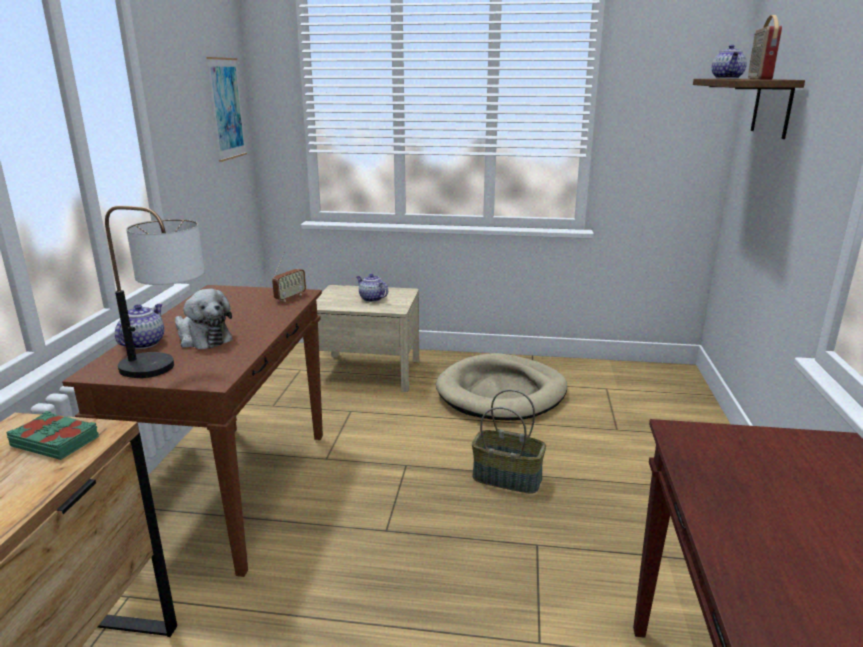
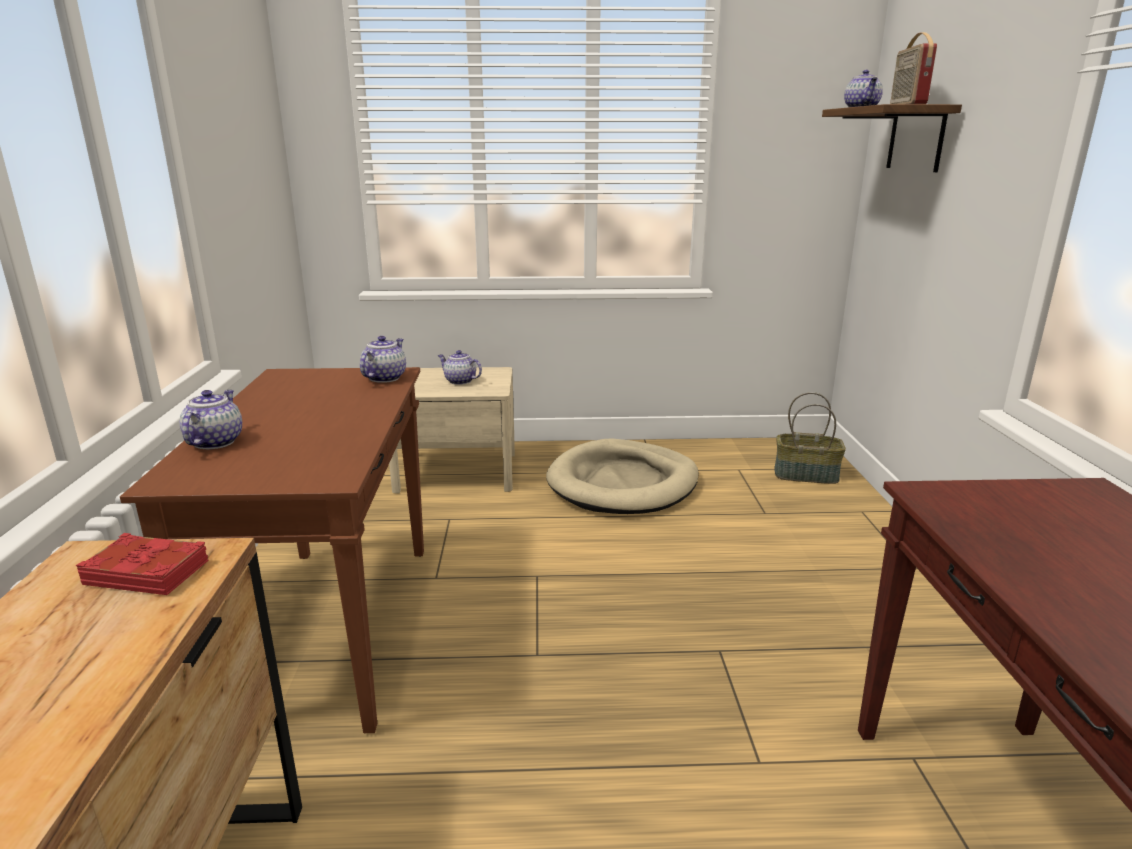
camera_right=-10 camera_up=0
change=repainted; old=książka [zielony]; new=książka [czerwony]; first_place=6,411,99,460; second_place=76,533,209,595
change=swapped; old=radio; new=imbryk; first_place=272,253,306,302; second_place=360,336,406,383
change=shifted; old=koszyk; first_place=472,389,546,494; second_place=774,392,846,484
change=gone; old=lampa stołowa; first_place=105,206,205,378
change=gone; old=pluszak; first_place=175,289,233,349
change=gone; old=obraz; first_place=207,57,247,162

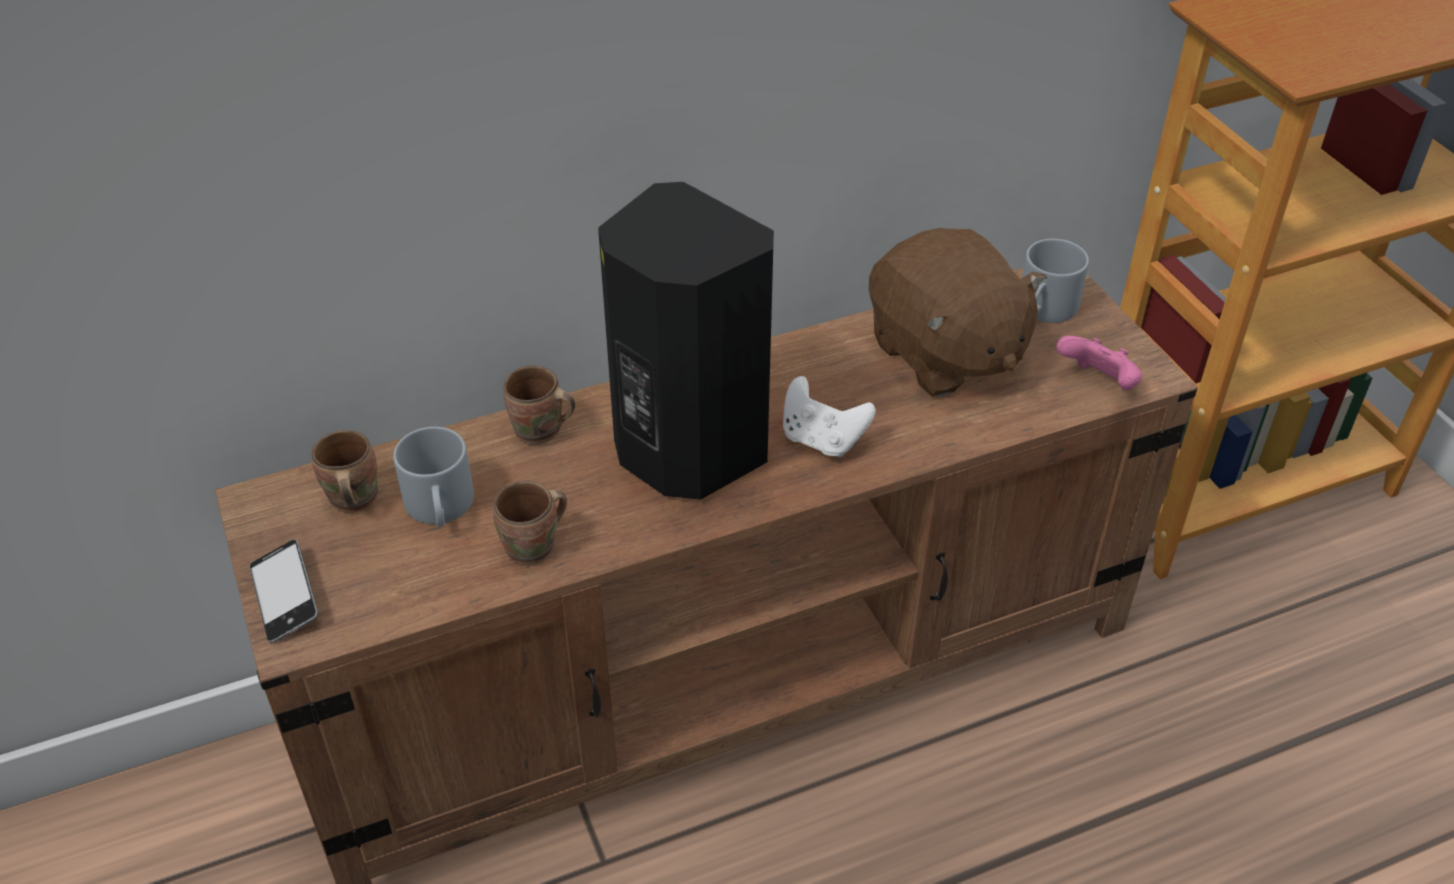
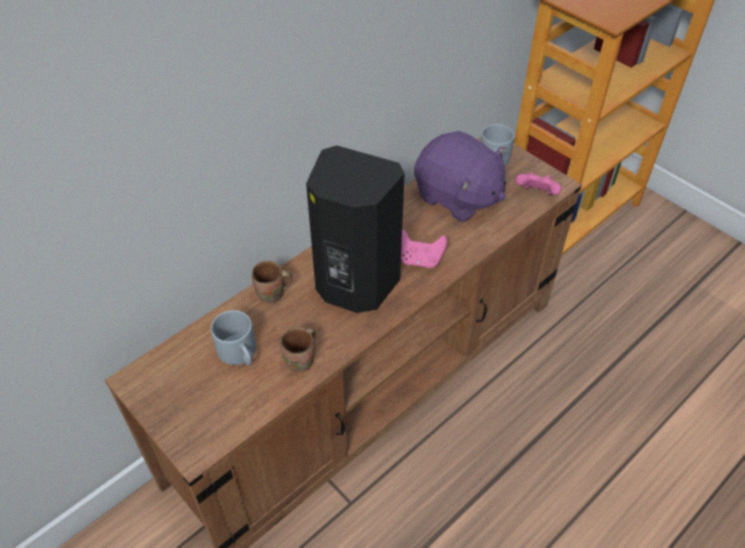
camera_right=-20 camera_up=5
change=repainted; old=pad do gier [biały]; new=pad do gier [różowy]; first_place=783,376,876,458; second_place=401,230,447,268
change=repainted; old=pluszak [brązowy]; new=pluszak [fioletowy]; first_place=869,228,1047,397; second_place=414,131,506,222
change=gone; old=telefon; first_place=250,539,318,643
change=gone; old=kubek [brązowy]; first_place=311,430,378,513

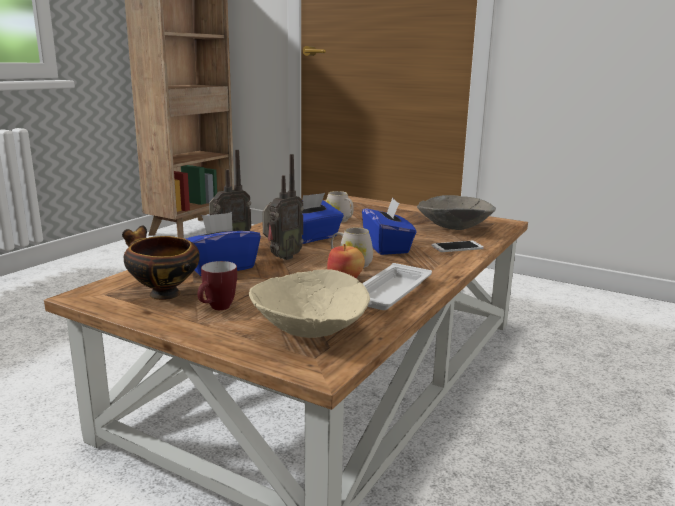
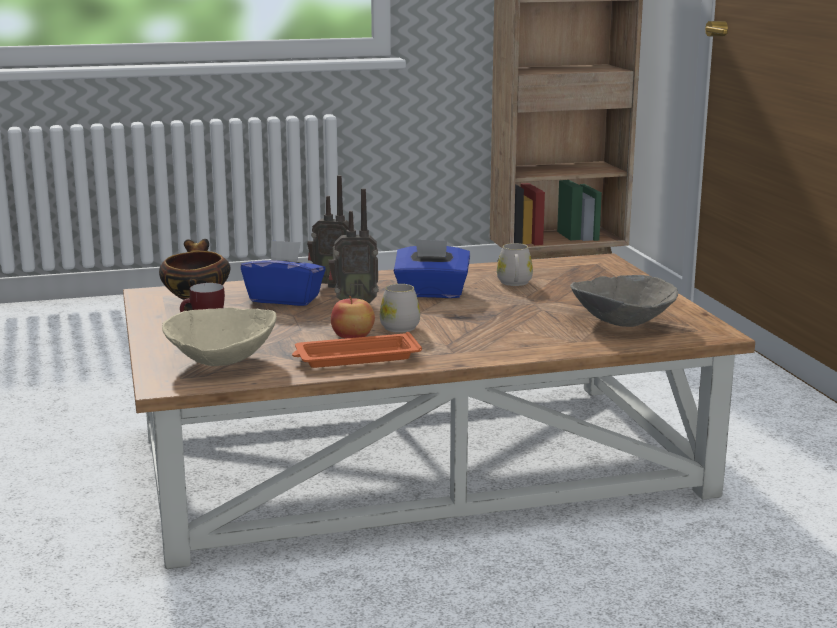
camera_right=45 camera_up=0
change=repainted; old=taca [biały]; new=taca [pomarańczowy]; first_place=362,263,432,310; second_place=292,332,422,368
change=gone; old=pudełko chusteczek [niebieski]; first_place=362,198,417,255
change=gone; old=telefon; first_place=431,241,484,252

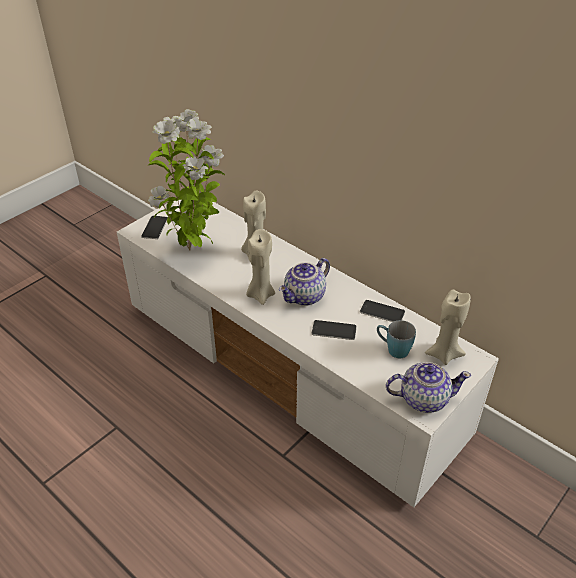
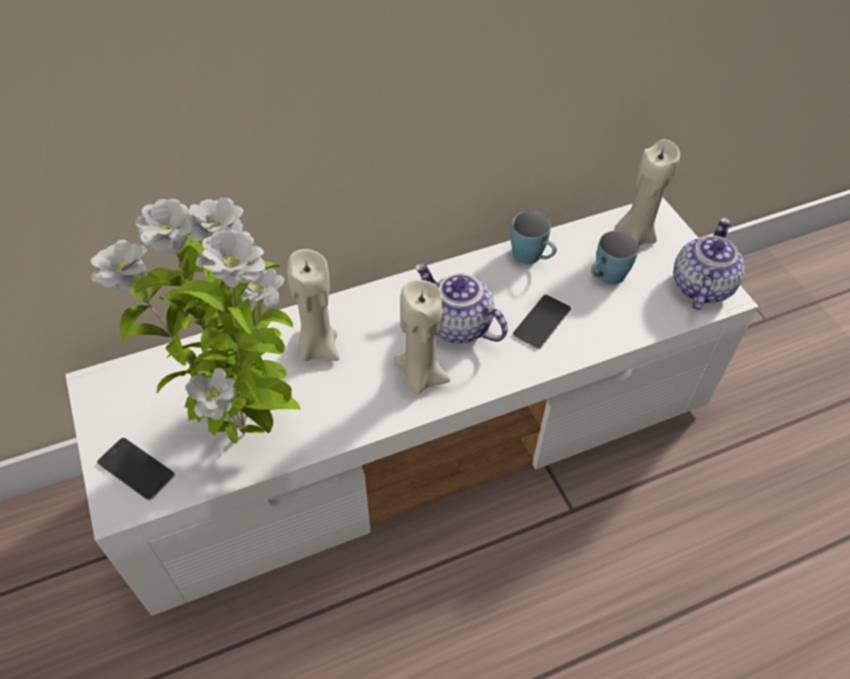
camera_right=-65 camera_up=10
change=rotated; old=imbryk; first_place=279,258,330,306; second_place=415,264,508,343; degrees=150
change=swapped; old=telefon; new=kubek [niebieski]; first_place=360,300,405,322; second_place=510,211,557,264

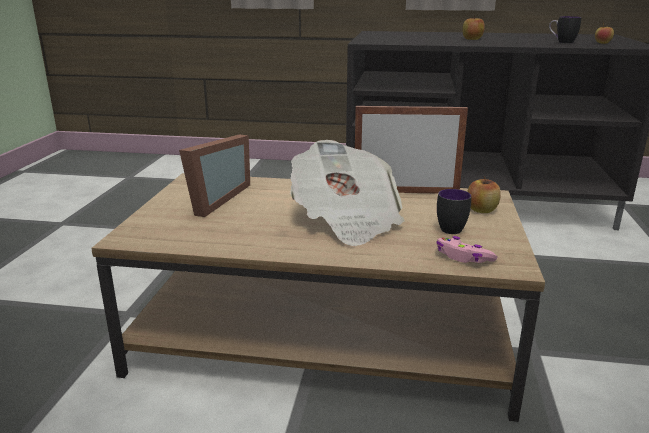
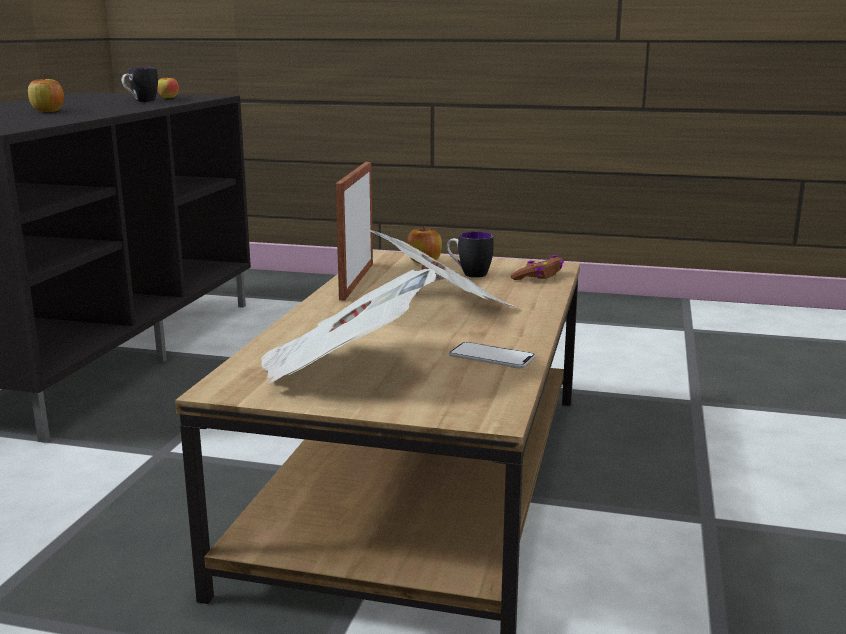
camera_right=-85 camera_up=-5
change=swapped; old=ramka na zdjęcie; new=gazeta; first_place=179,135,250,217; second_place=261,269,436,384
change=new; new=telefon; second_place=449,342,536,369
change=repainted; old=pad do gier [różowy]; new=pad do gier [brązowy]; first_place=436,236,497,263; second_place=511,255,564,280

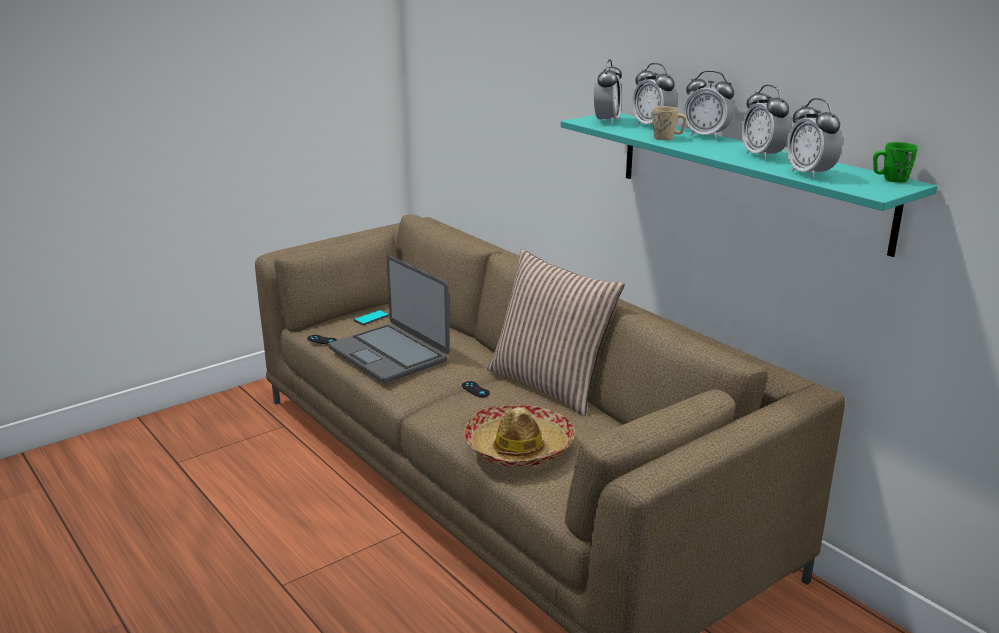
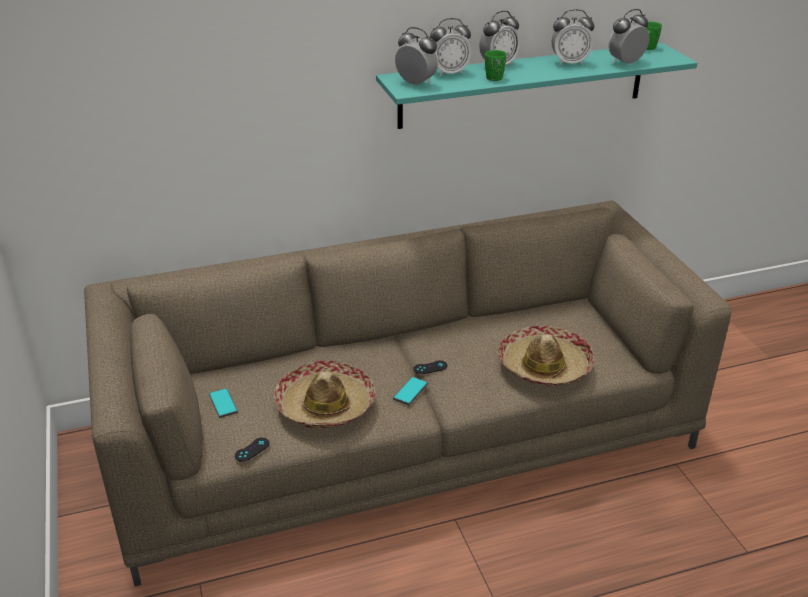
camera_right=-70 camera_up=10
change=swapped; old=laptop; new=kapelusz; first_place=328,255,450,383; second_place=274,360,376,428
change=new; new=telefon; second_place=393,377,428,405
change=repainted; old=kubek [beżowy]; new=kubek [zielony]; first_place=653,106,687,140; second_place=485,50,507,81
change=rotated; old=budzik; first_place=786,98,843,179; second_place=608,9,650,65; degrees=150
change=gone; old=poduszka; first_place=487,249,625,416

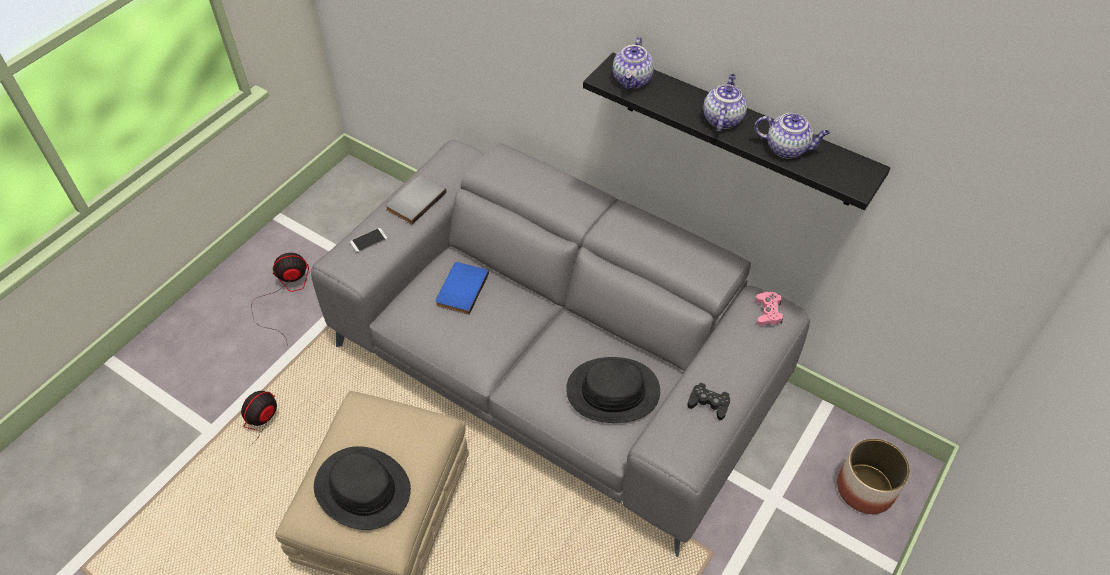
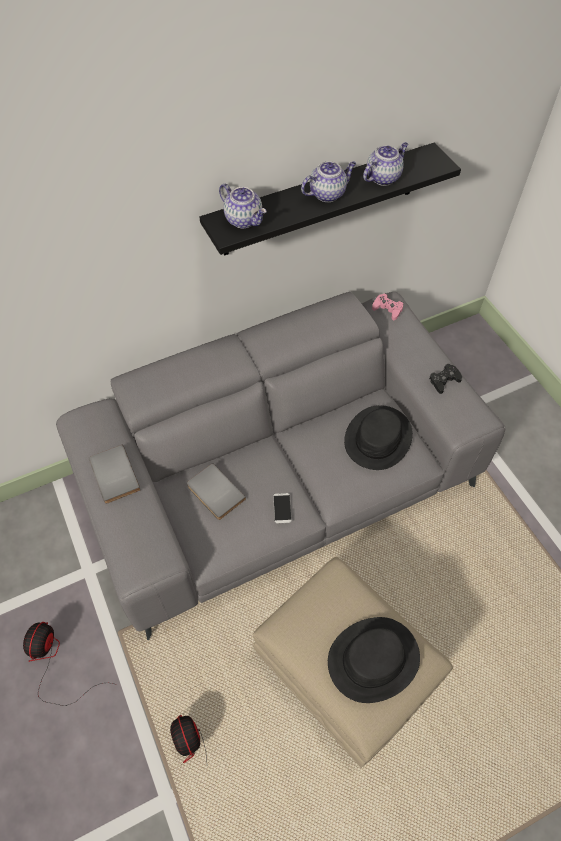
camera_right=-60 camera_up=5
change=repainted; old=książka [niebieski]; new=książka [szary]; first_place=435,262,489,315; second_place=187,463,246,520
change=shifted; old=telefon; first_place=350,228,387,252; second_place=273,493,292,523
change=rotated; old=imbryk; first_place=703,74,747,131; second_place=301,161,356,202; degrees=105
change=gone; old=donica; first_place=837,439,910,514

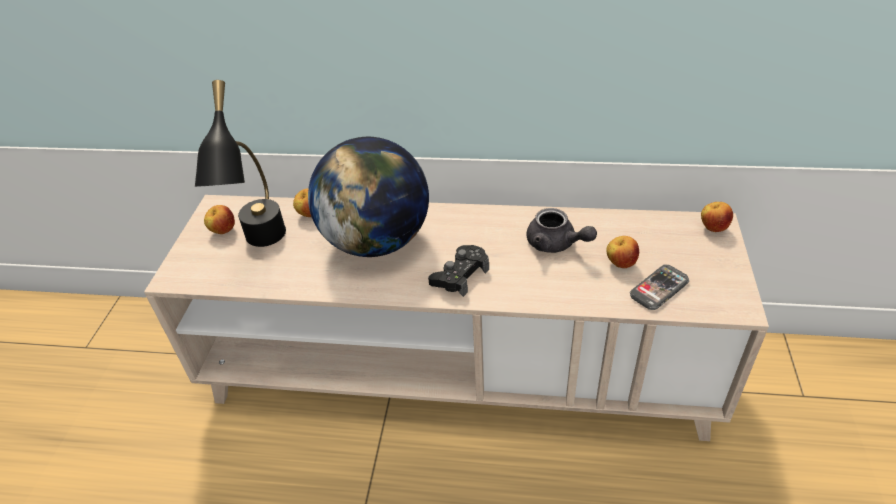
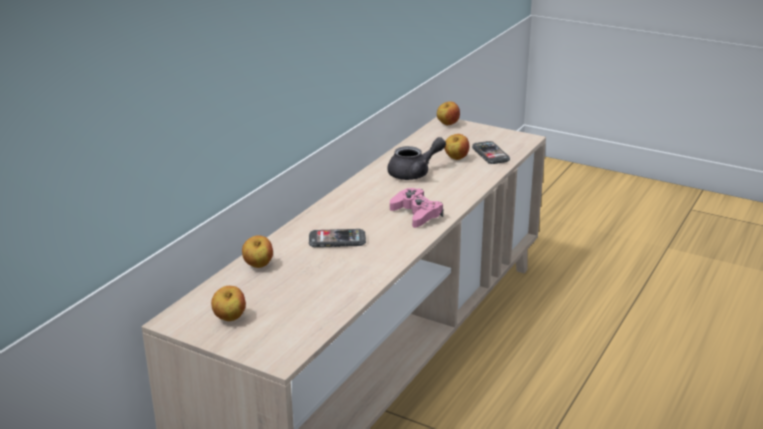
camera_right=-70 camera_up=-15
change=swapped; old=globus; new=telefon; first_place=308,137,429,257; second_place=309,229,366,247
change=repainted; old=pad do gier [czarny]; new=pad do gier [różowy]; first_place=428,245,489,297; second_place=390,188,443,228
change=gone; old=lampa stołowa [czarny]; first_place=195,80,286,247

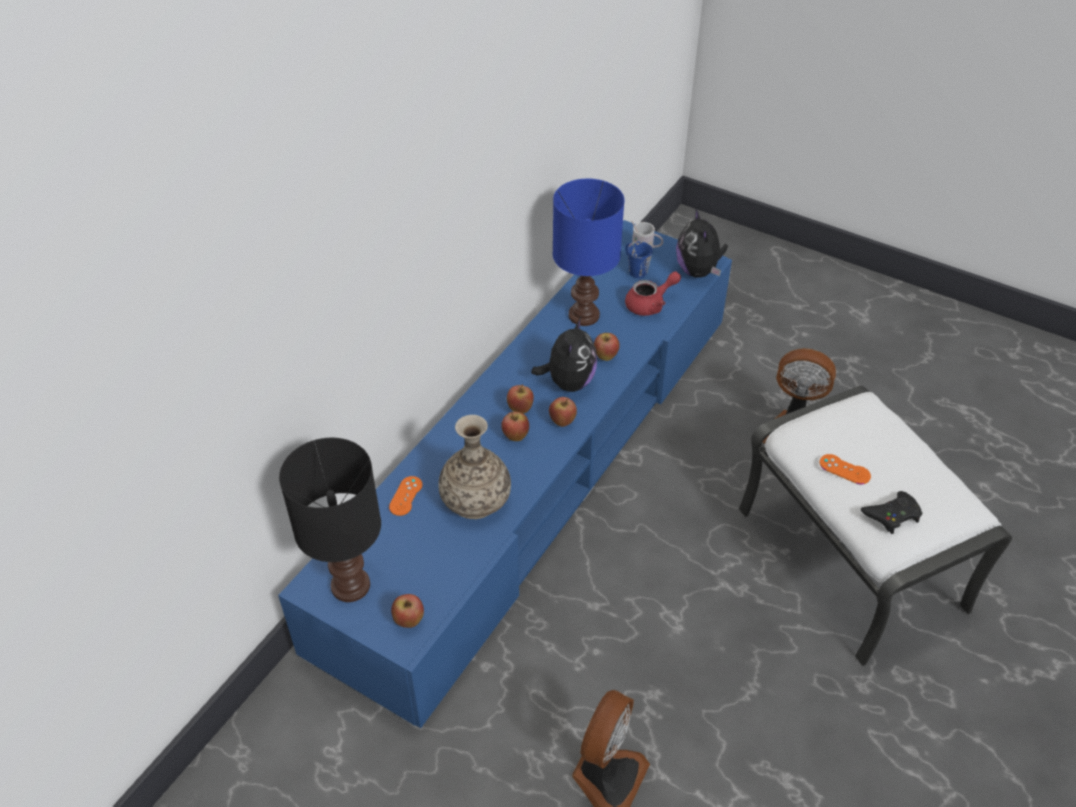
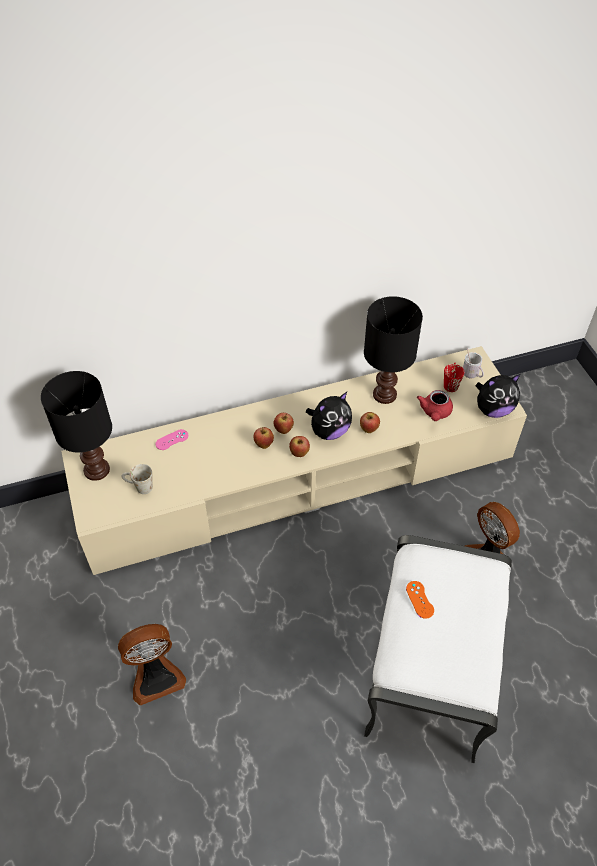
camera_right=40 camera_up=5
change=repainted; old=szafka pod telewizor [niebieski]; new=szafka pod telewizor [beżowy]; first_place=278,220,732,728; second_place=61,346,527,575
change=new; new=kubek [biały]; second_place=122,464,153,494
change=repainted; old=pad do gier [pomarańczowy]; new=pad do gier [różowy]; first_place=389,476,422,516; second_place=156,429,188,450
change=repainted; old=lampa stołowa [niebieski]; new=lampa stołowa [czarny]; first_place=553,179,624,326; second_place=364,296,423,404
change=rotated; old=imbryk [czerwony]; first_place=625,271,681,316; second_place=417,390,453,421; degrees=90
change=repainted; old=kubek [niebieski]; new=kubek [czerwony]; first_place=625,242,653,278; second_place=444,363,464,392
change=rotated; old=pluszak; first_place=676,207,728,278; second_place=475,374,520,418; degrees=-135
change=gone; old=jabłko; first_place=391,594,424,628
change=gone; old=wazon; first_place=438,415,511,519
change=gone; old=pad do gier [czarny]; first_place=861,491,922,534

